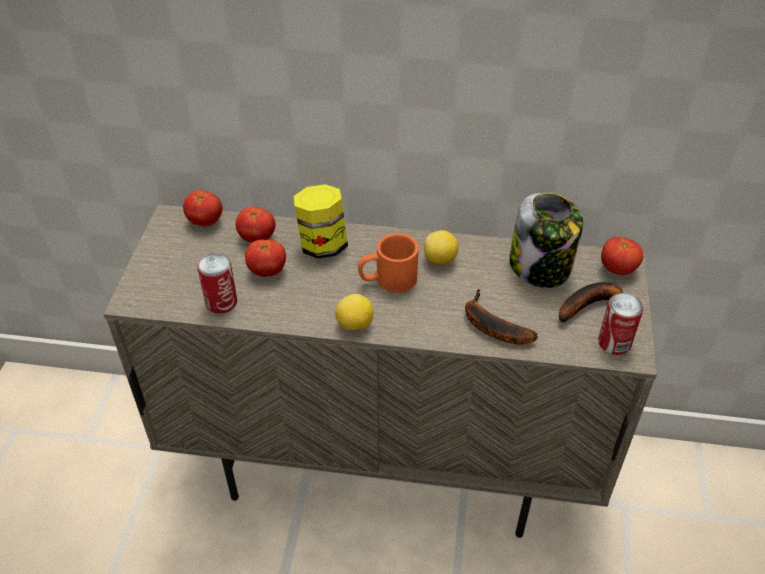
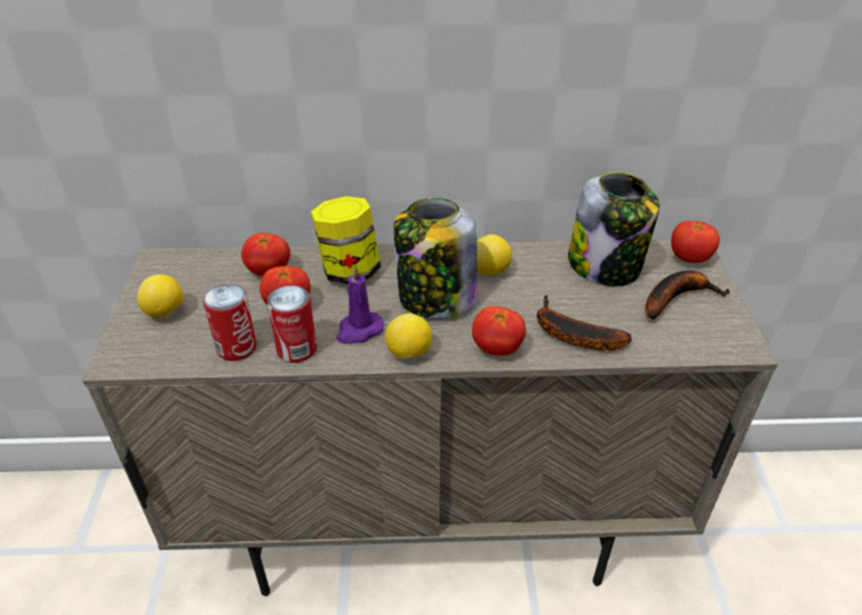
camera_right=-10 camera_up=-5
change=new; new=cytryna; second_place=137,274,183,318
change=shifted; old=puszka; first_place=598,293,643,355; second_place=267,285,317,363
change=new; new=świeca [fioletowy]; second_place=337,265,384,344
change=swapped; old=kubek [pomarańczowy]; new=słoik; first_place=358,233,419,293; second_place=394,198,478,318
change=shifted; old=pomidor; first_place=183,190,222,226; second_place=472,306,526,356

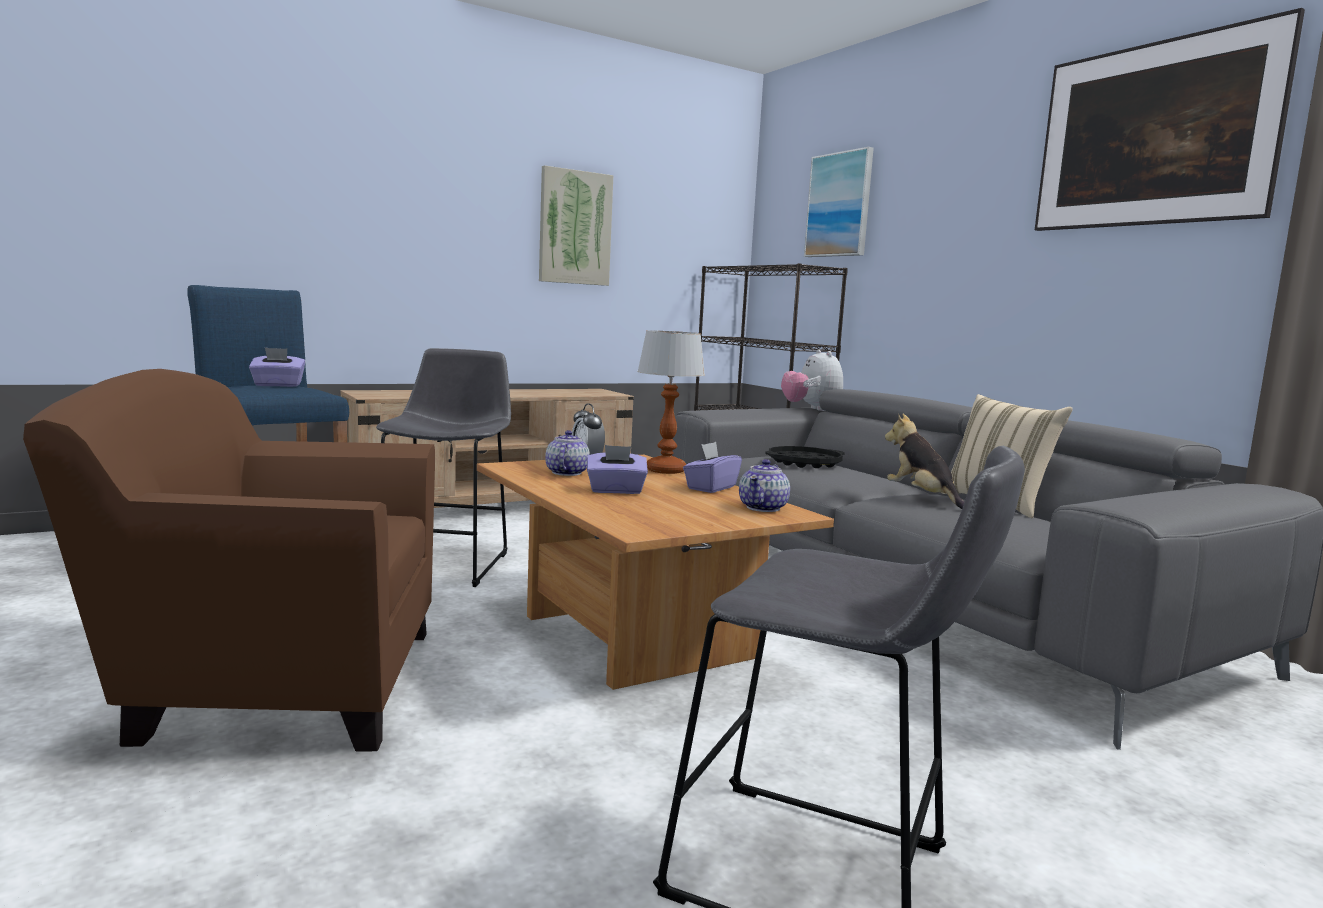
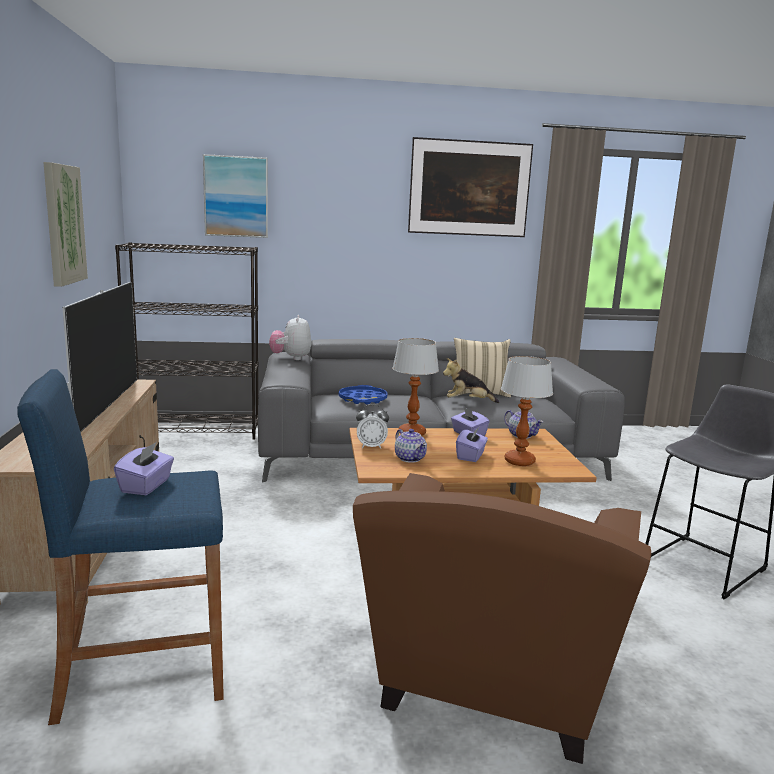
camera_right=-65 camera_up=5
change=new; new=telewizor; second_place=62,282,137,432
change=rotated; old=pluszak; first_place=781,350,843,411; second_place=269,315,312,360; degrees=75
change=repainted; old=taca [czarny]; new=taca [niebieski]; first_place=765,446,845,468; second_place=339,385,388,405
change=rotated; old=imbryk; first_place=545,430,590,476; second_place=395,429,427,463; degrees=-150
change=new; new=lampa stołowa; second_place=501,356,553,466
change=gone; old=stołek [szary]; first_place=376,348,511,587

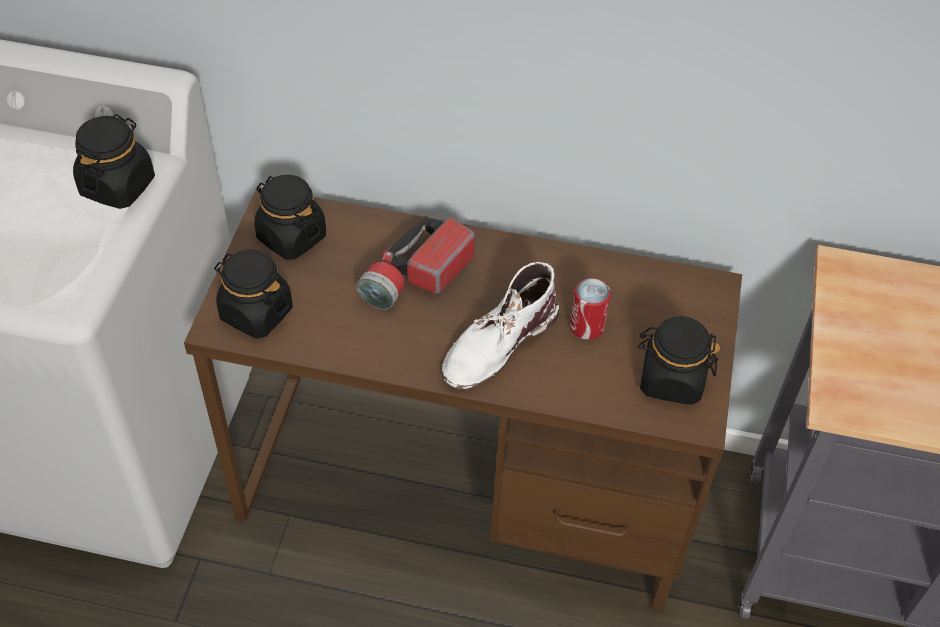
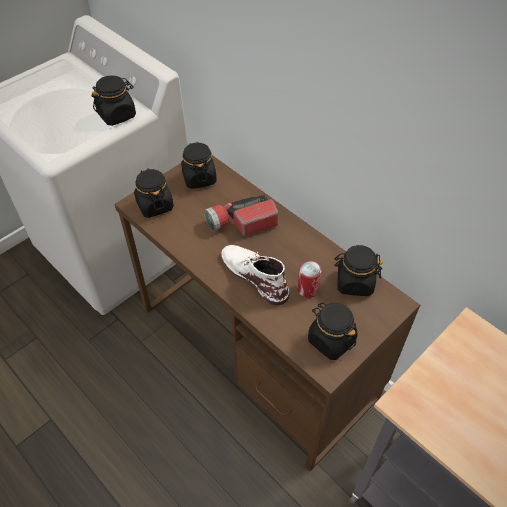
camera_right=35 camera_up=0
change=rotated; old=but z cholewką [biały]; first_place=442,262,559,389; second_place=221,245,290,305; degrees=60
change=new; new=słoik [czarny]; second_place=334,245,383,296

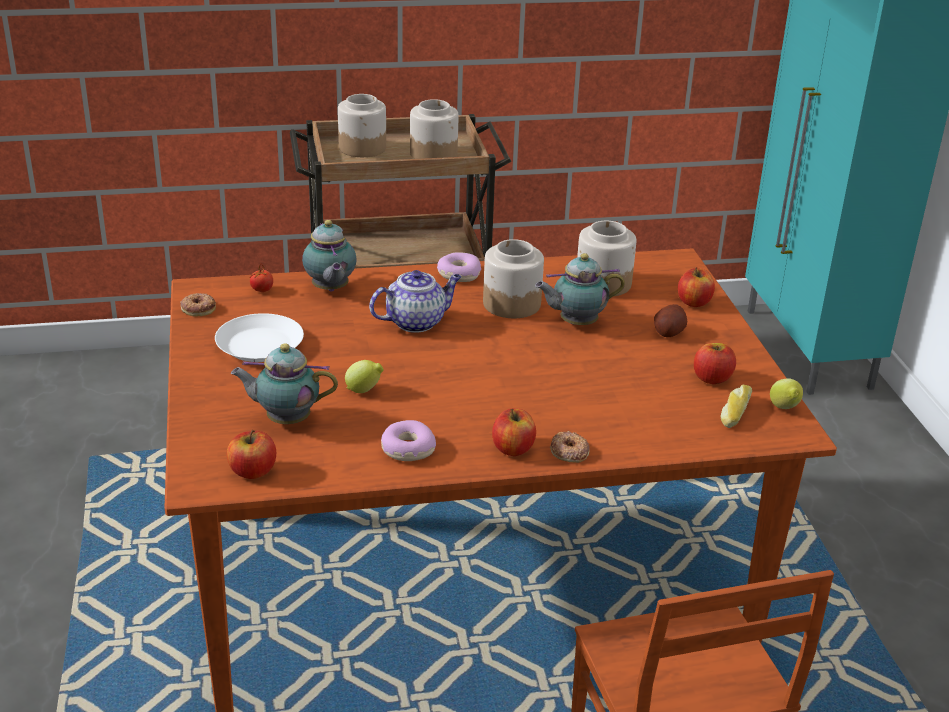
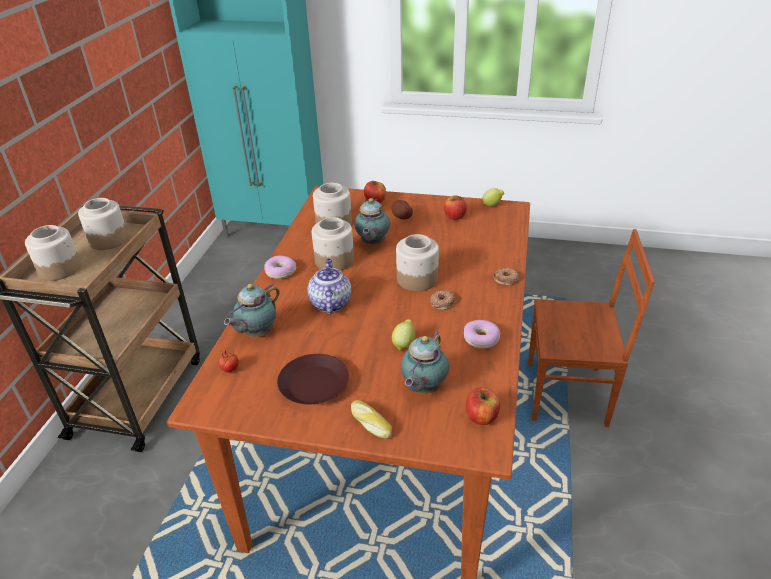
camera_right=-65 camera_up=5
change=rotated; old=imbryk; first_place=302,220,357,292; second_place=224,283,279,337; degrees=120
change=repainted; old=talerz [biały]; new=talerz [brązowy]; first_place=215,313,304,362; second_place=277,354,349,405
change=shifted; old=chleb; first_place=721,385,752,428; second_place=351,400,392,439
change=new; new=słoik; second_place=396,234,439,291
change=shifted; old=donut; first_place=180,293,216,316; second_place=430,290,455,310
change=gone; old=jabłko; first_place=492,408,536,456

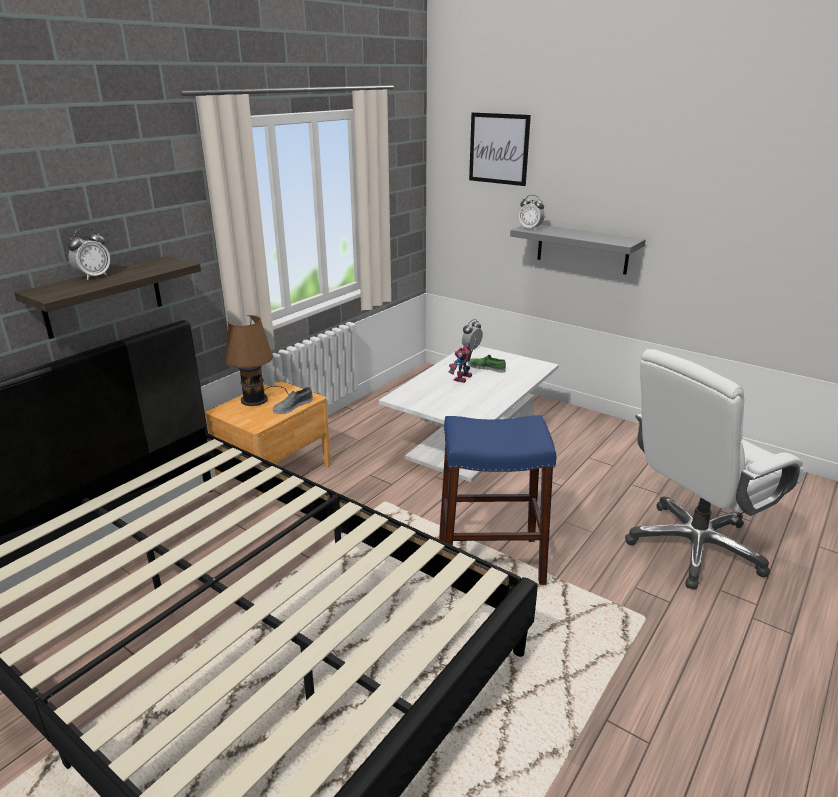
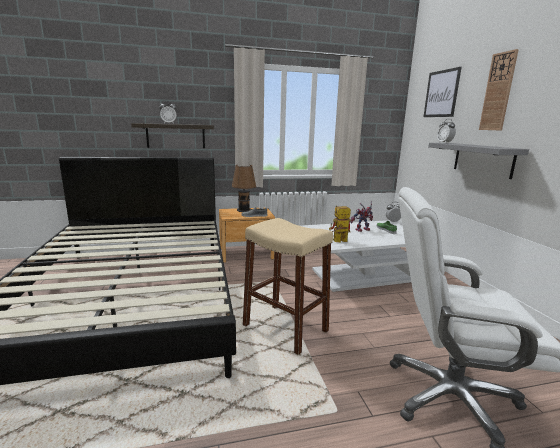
camera_right=40 camera_up=-10
change=repainted; old=stołek [niebieski]; new=stołek [beżowy]; first_place=439,415,556,585; second_place=243,218,333,355
change=new; new=robot zabawkowy; second_place=329,205,351,242
change=new; new=zegar ścienny; second_place=479,49,519,131

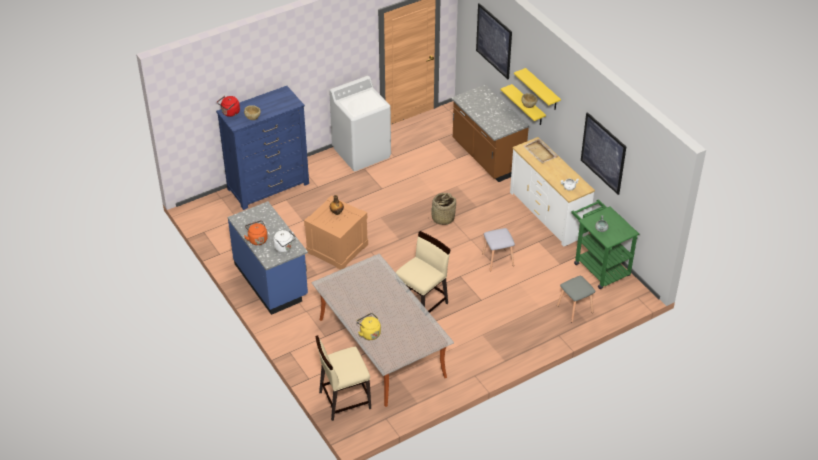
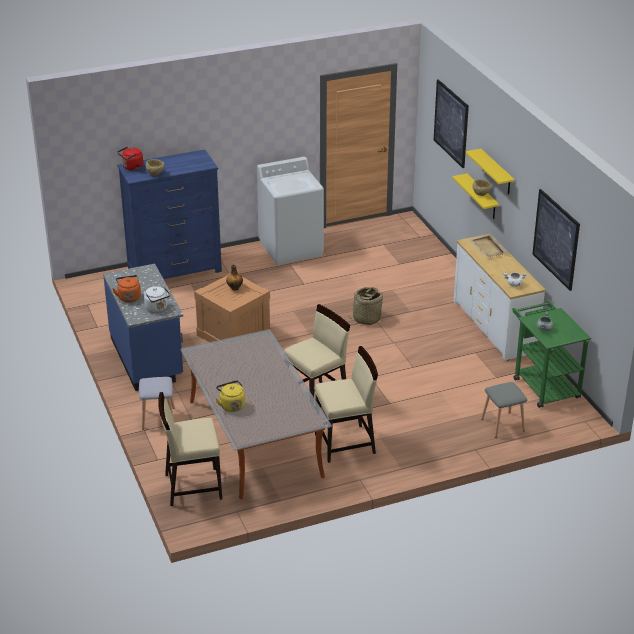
camera_right=10 camera_up=-10
change=shifted; old=stołek [szary]; first_place=482,228,515,271; second_place=139,377,175,430
change=new; new=krzesło [beżowy]; second_place=315,346,378,463
change=gone; old=zabudowa kuchenna [brązowy]; first_place=451,85,529,182

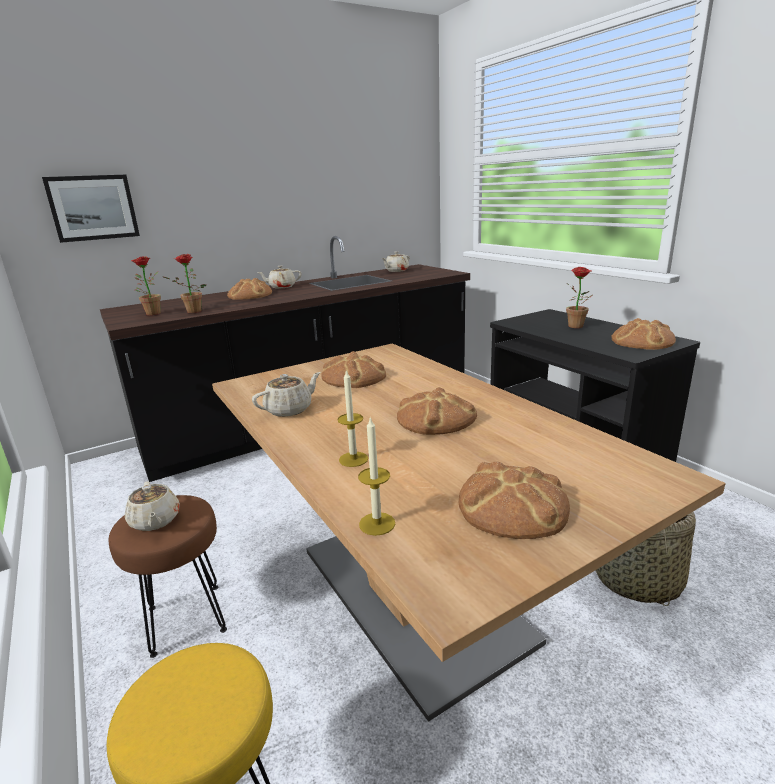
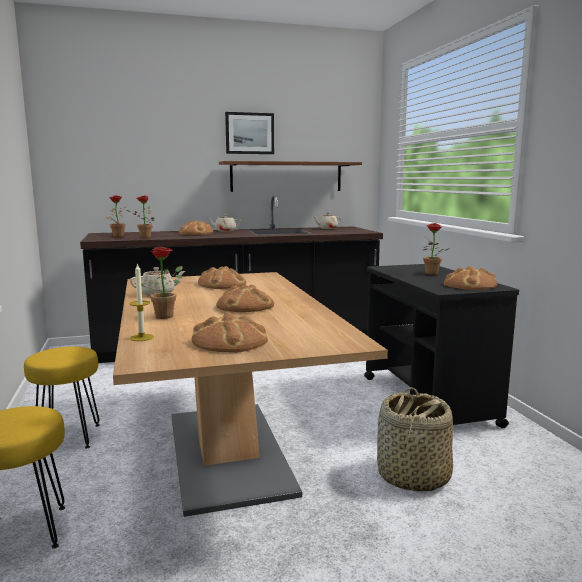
camera_right=15 camera_up=-10
change=repainted; old=stołek [brązowy]; new=stołek [żółty]; first_place=109,495,227,658; second_place=24,347,100,448
change=swapped; old=świeca; new=roślina doniczkowa; first_place=337,369,368,467; second_place=135,247,183,319
change=new; new=półka [brązowy]; second_place=219,161,362,192
change=shifted; old=obraz; first_place=42,175,140,243; second_place=225,112,274,154
change=gone; old=imbryk [beżowy]; first_place=125,481,180,531

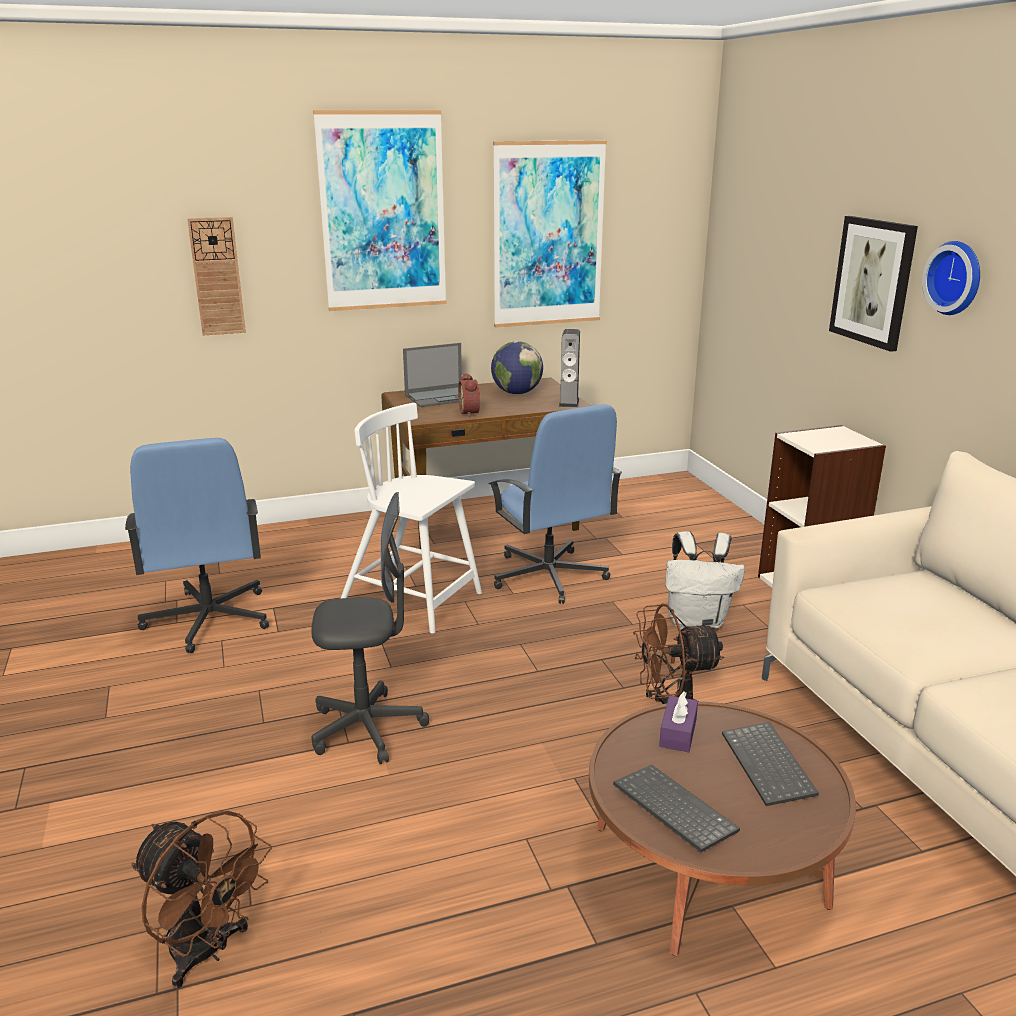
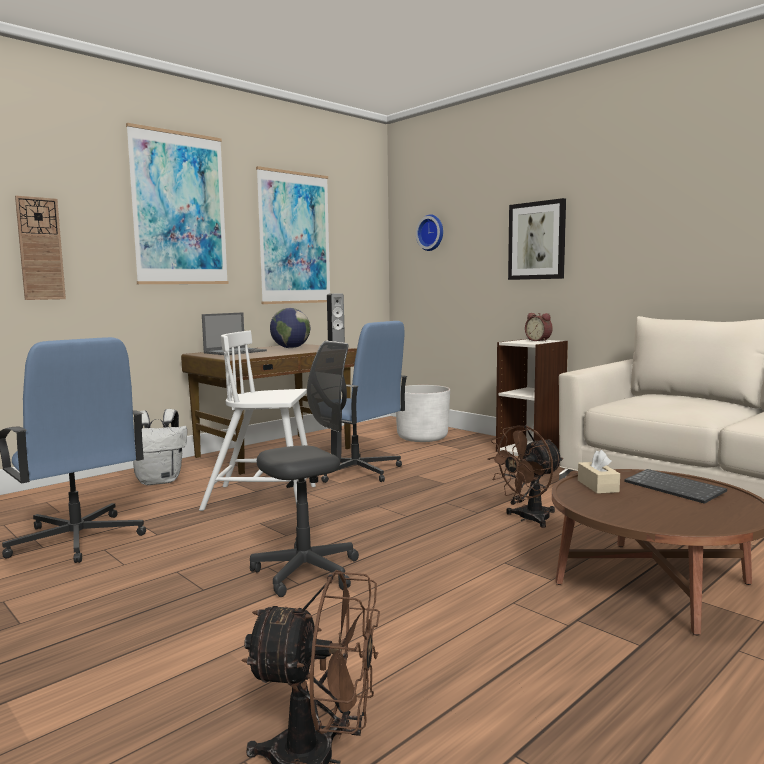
camera_right=-25 camera_up=-15
change=shifted; old=plecak [biały]; first_place=665,531,745,630; second_place=133,409,187,485
change=new; new=donica [biały]; second_place=396,385,450,442
change=shifted; old=zegar ścienny; first_place=922,241,980,315; second_place=416,214,443,251
change=shifted; old=budzik; first_place=458,373,480,417; second_place=525,313,553,342
change=repainted; old=pudełko chusteczek [fioletowy]; new=pudełko chusteczek [beżowy]; first_place=659,692,698,752; second_place=578,450,620,494
change=gone; old=klawiatura; first_place=613,764,740,852

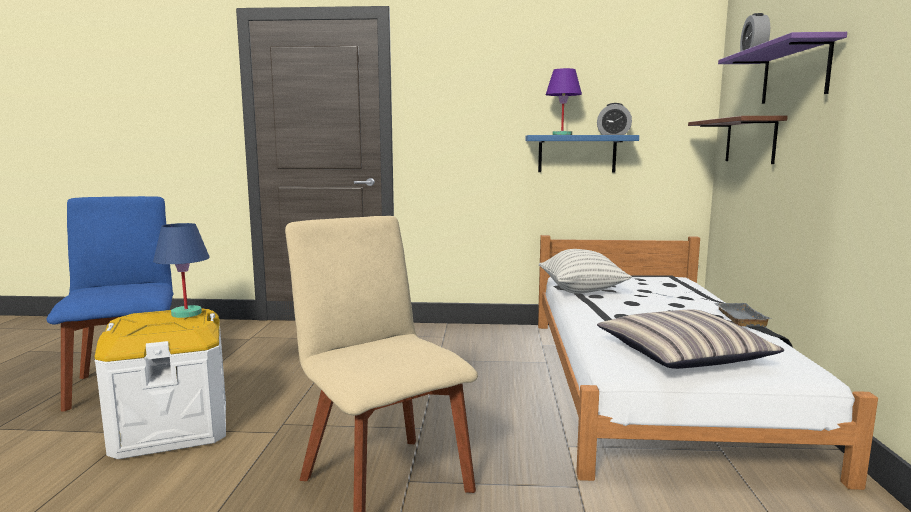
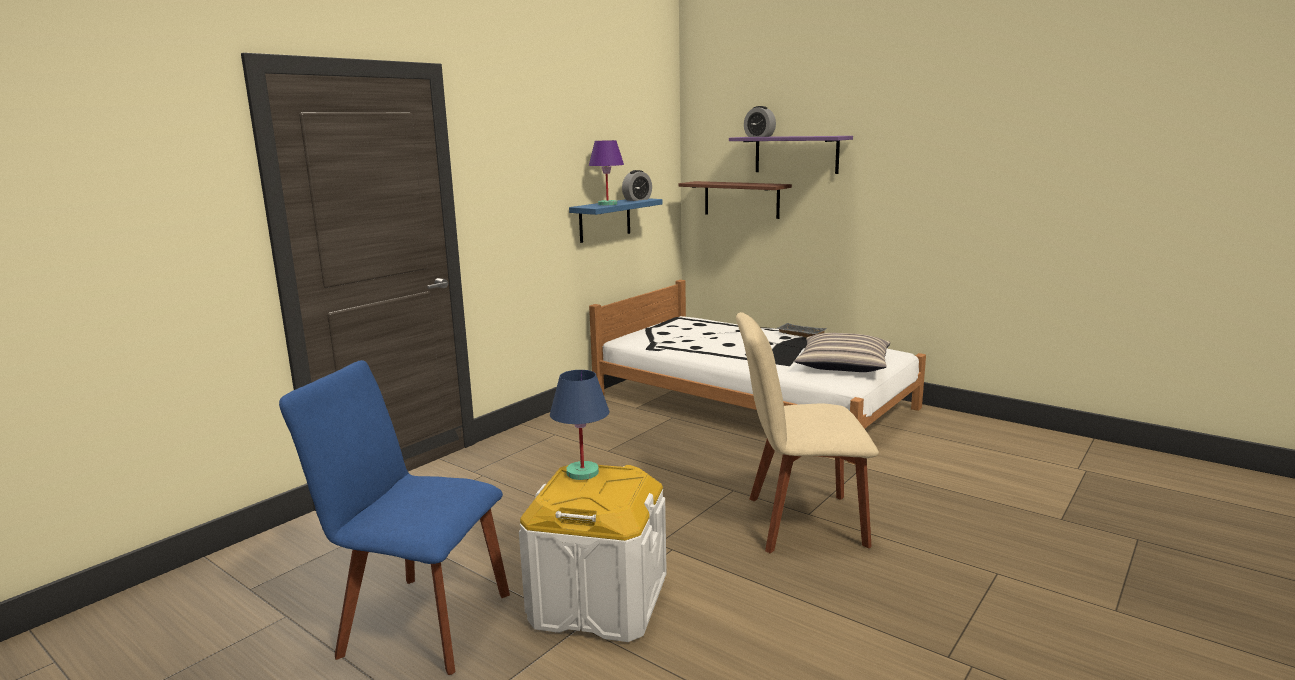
camera_right=-55 camera_up=5
change=gone; old=poduszka; first_place=539,249,632,294

